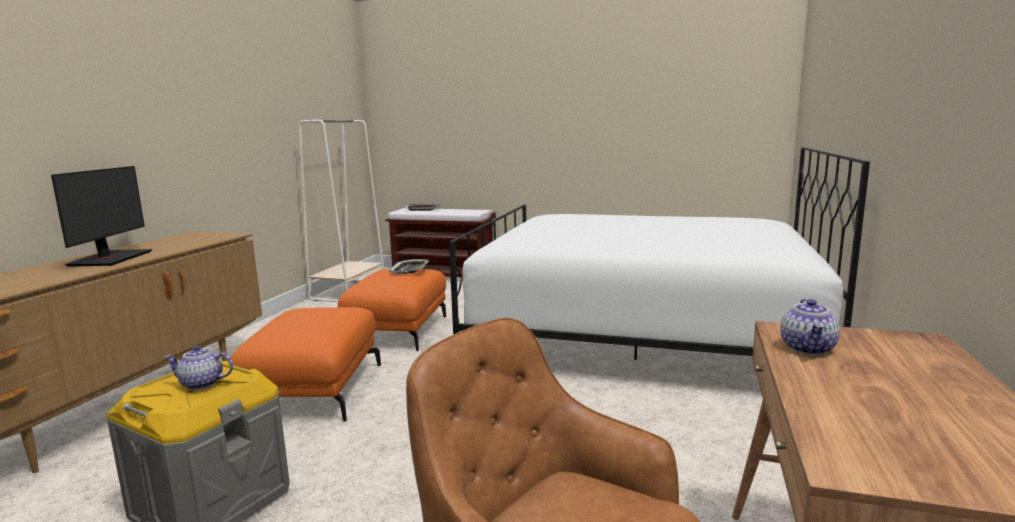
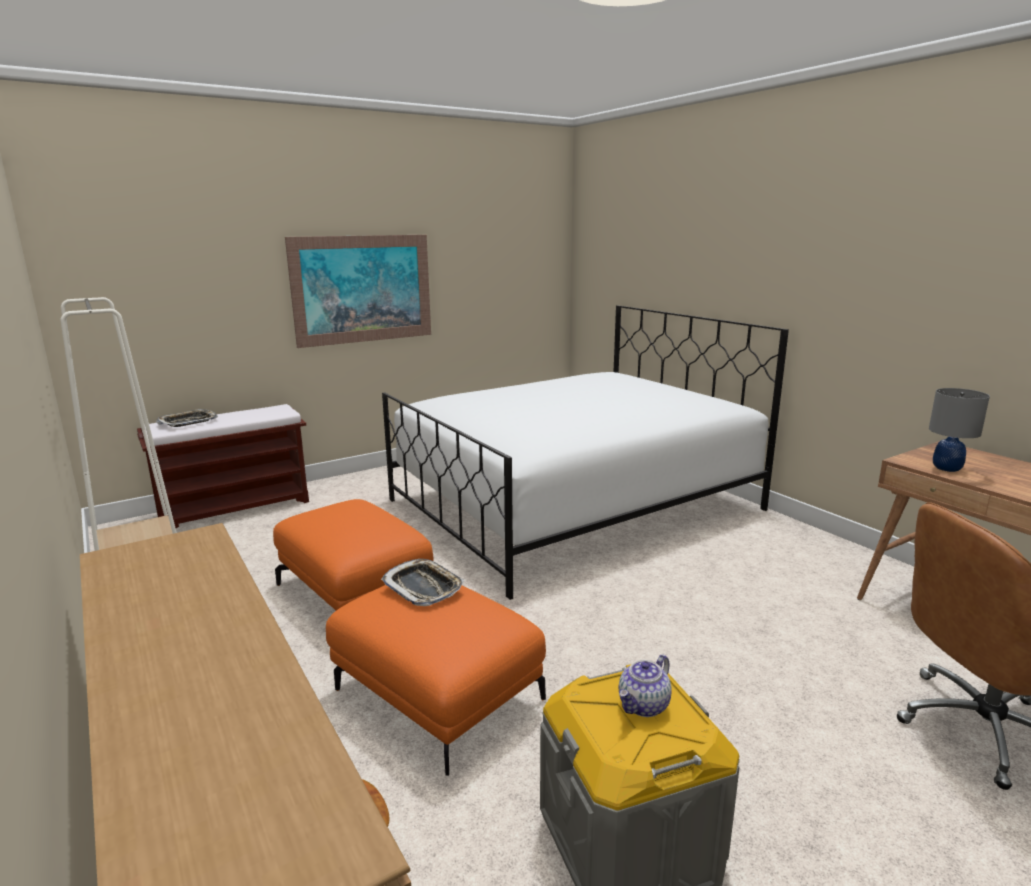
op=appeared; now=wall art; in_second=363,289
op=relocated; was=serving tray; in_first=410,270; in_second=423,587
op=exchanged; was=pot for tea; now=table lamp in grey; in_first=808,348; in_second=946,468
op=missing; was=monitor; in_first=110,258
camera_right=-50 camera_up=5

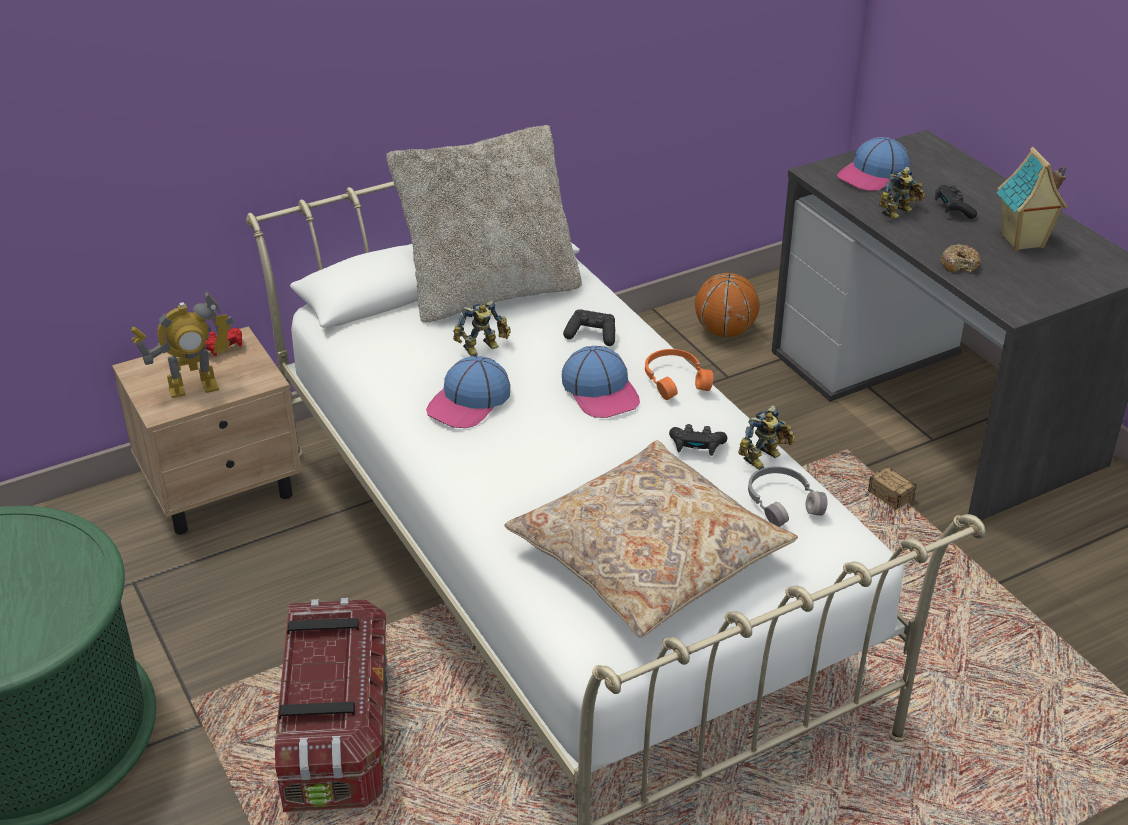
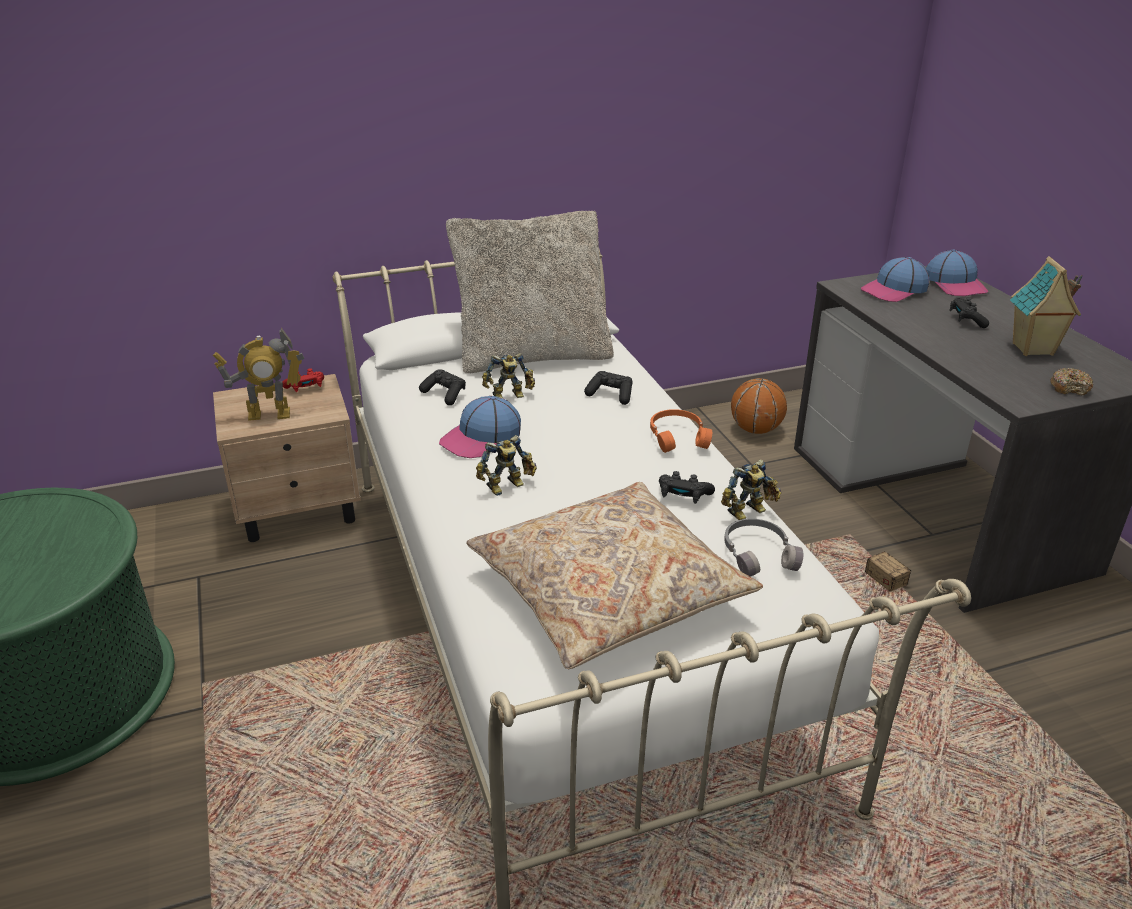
op=appeared; now=joypad in black-coloured; in_second=444,394
op=relocated; was=toy robot; in_first=899,213; in_second=507,487
op=relocated; was=baseball cap; in_first=601,392; in_second=955,284
op=relocated; was=donut; in_first=959,265; in_second=1069,388
op=missing; was=storage container; in_first=337,734
camera_right=10 camera_up=-5

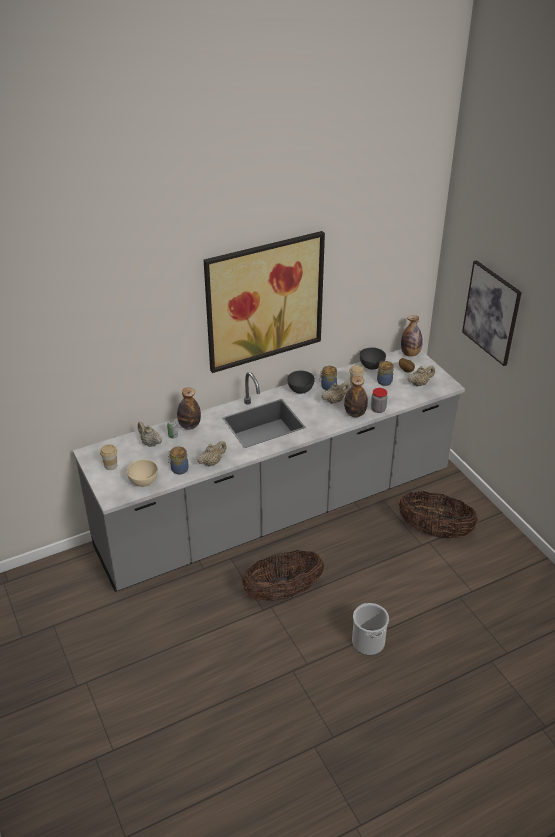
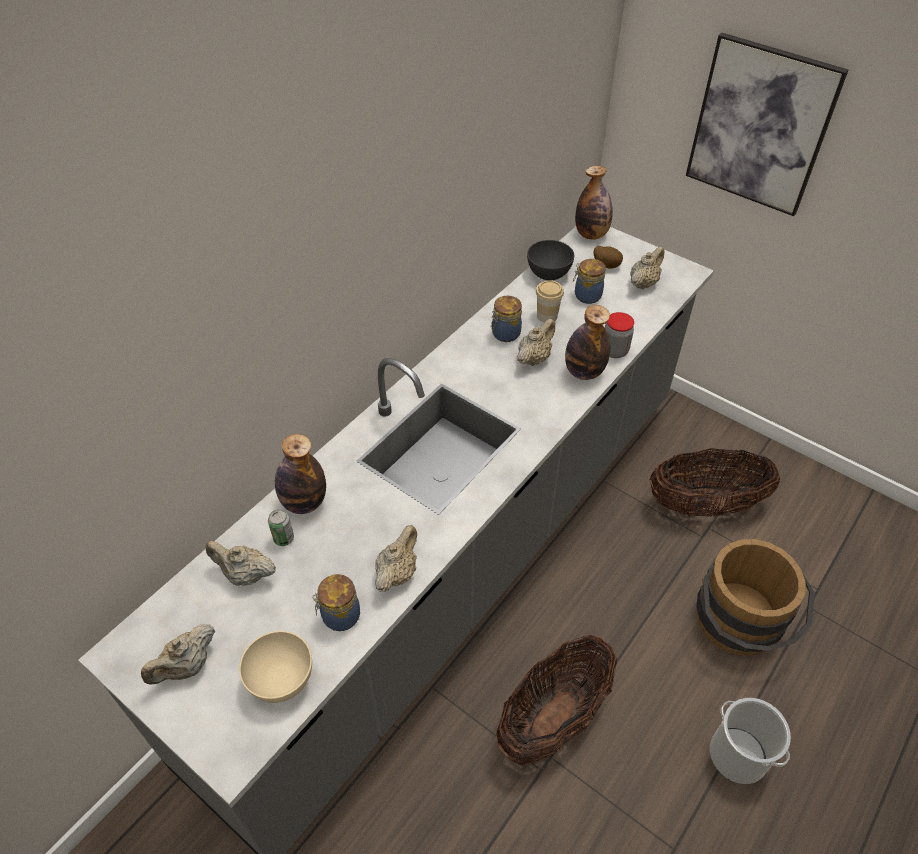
op=exchanged; was=small cup; now=pot for tea in beige-coloured; in_first=110,465; in_second=187,667
op=appeared; now=pail in brown; in_second=737,627
op=missing; was=wall art; in_first=264,301
op=missing; was=serving bowl in grey; in_first=300,390
camera_right=-25 camera_up=10

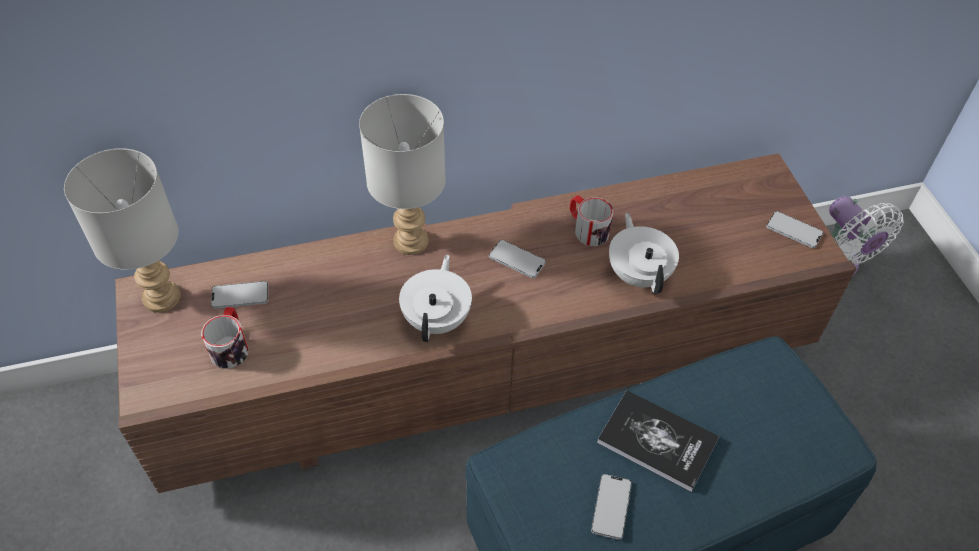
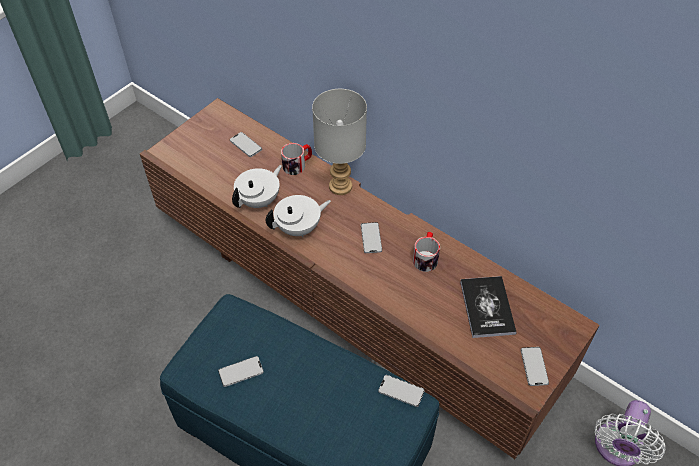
op=relocated; was=pot for tea in whitish; in_first=639,274; in_second=259,200
op=relocated; was=tea mug; in_first=231,345; in_second=297,164
op=appeared; now=phone; in_second=401,391
op=relocated; was=book; in_first=657,441; in_second=487,307
op=missing; was=table lamp in grey; in_first=160,298
camera_right=55 camera_up=0

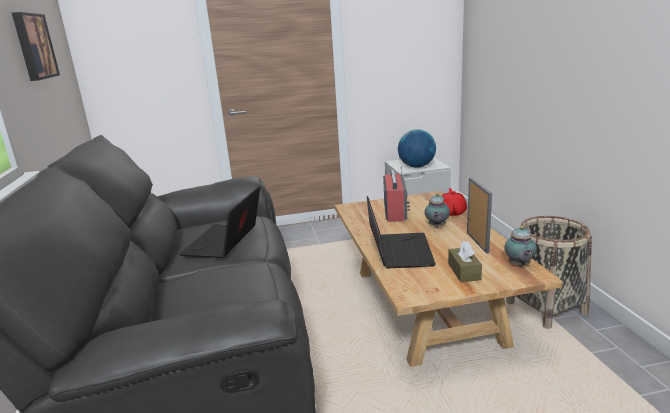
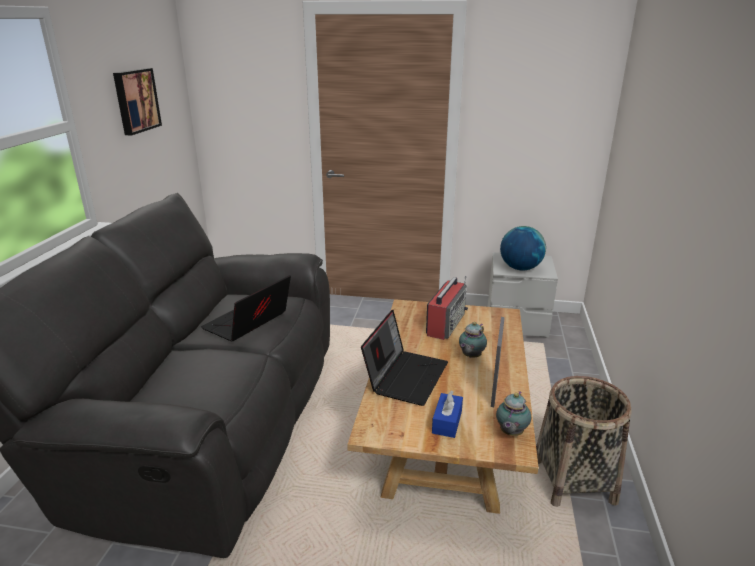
op=colour; was=box of tissues in brown; now=box of tissues in blue; in_first=464,271; in_second=447,422
op=missing; was=pot for tea in red; in_first=452,212
camera_right=20 camera_up=5

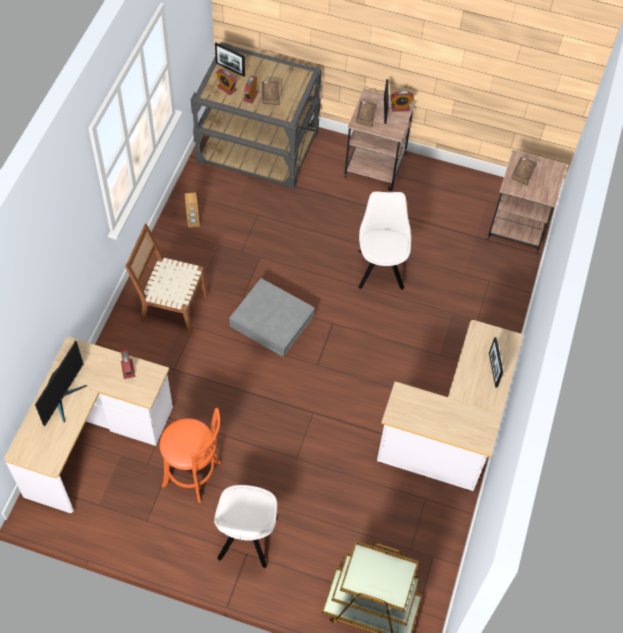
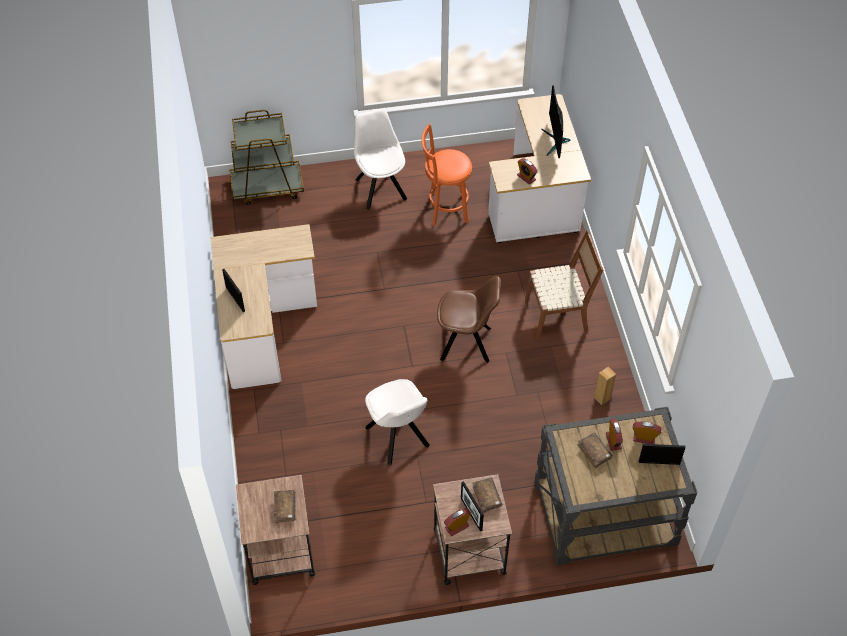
op=exchanged; was=storage container in grey; now=chair in brown; in_first=271,321; in_second=466,343
camera_right=155 camera_up=-5

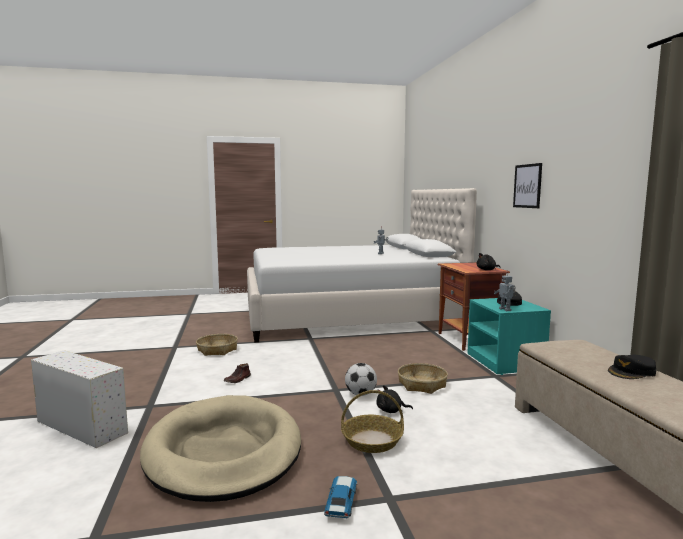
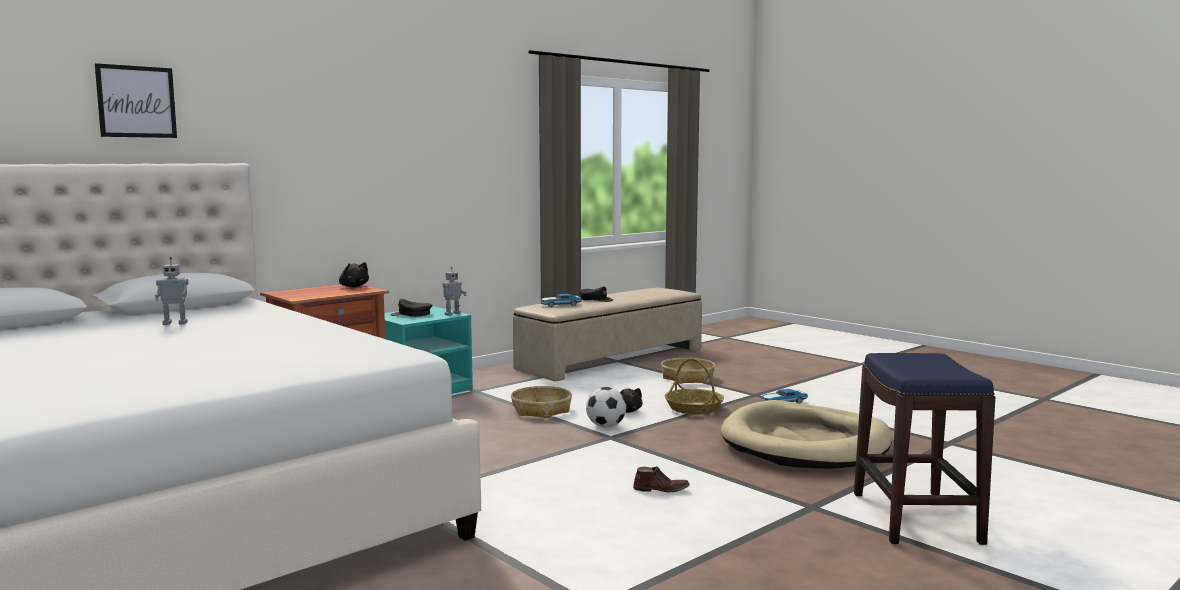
op=relocated; was=wall art; in_first=527,186; in_second=136,101
op=appeared; now=model car; in_second=560,305
op=relocated; was=household basket; in_first=217,350; in_second=687,378
op=exchanged; was=storage container in whitish; now=sitting stool; in_first=80,426; in_second=916,518
camera_right=-120 camera_up=0

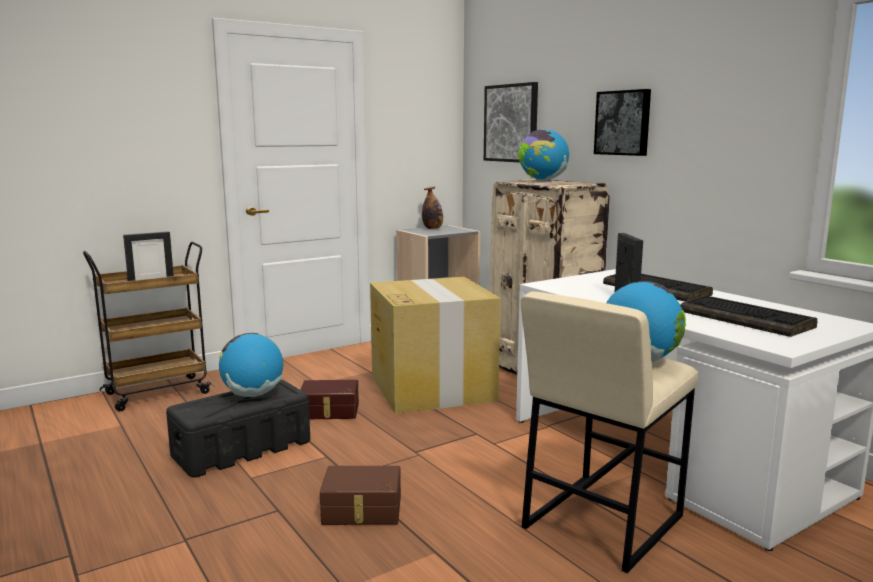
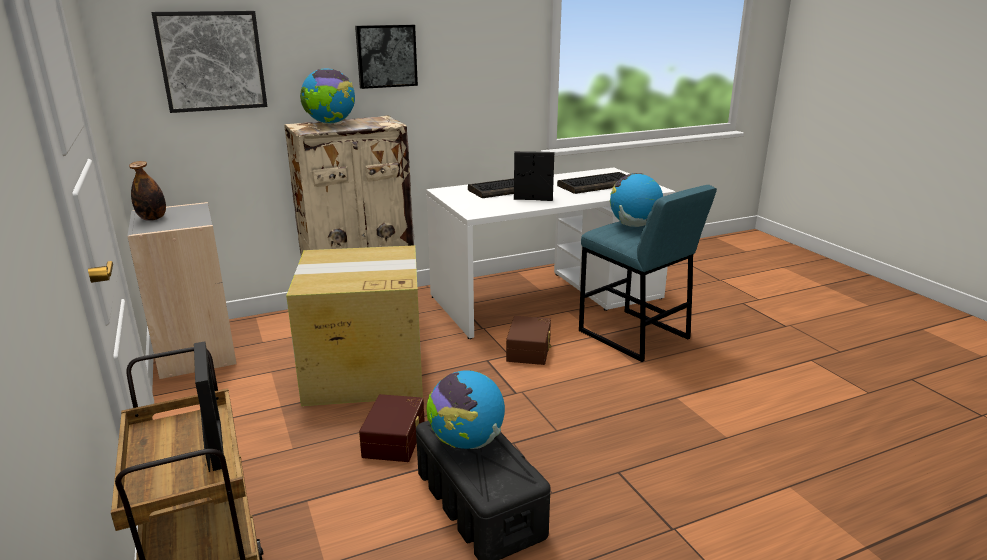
op=relocated; was=storage container in brown; in_first=362,511; in_second=530,350
op=colour; was=sitting stool in beige-coloured; now=sitting stool in blue; in_first=601,523; in_second=636,335
camera_right=-80 camera_up=10

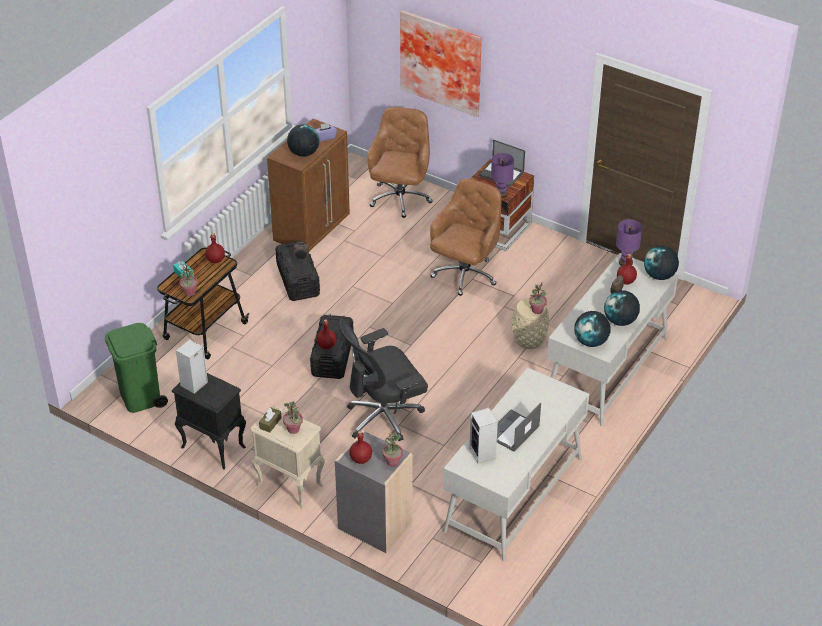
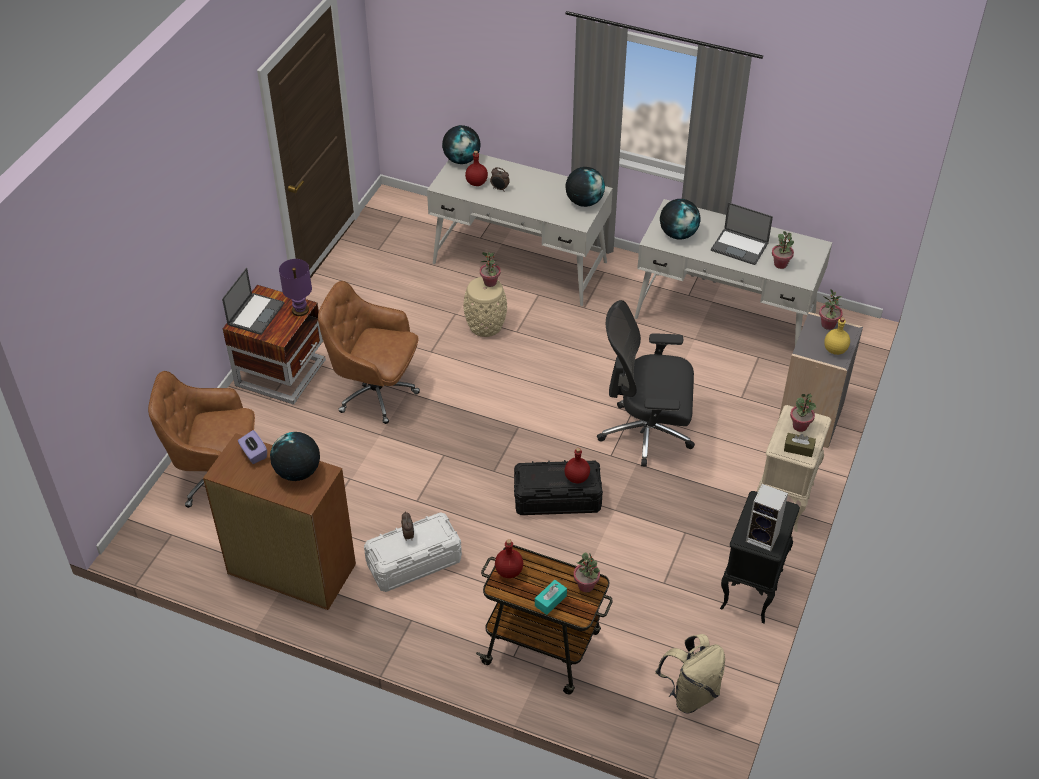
op=colour; was=storage container in black-coloured; now=storage container in whitish; in_first=298,280; in_second=414,562
op=spun; was=desk chair; in_first=384,417; in_second=647,433; clockwise=135
op=exchanged; was=waste bin in greenish; now=rucksack in beige-coloured; in_first=141,397; in_second=690,693
op=relocated; was=globe; in_first=620,321; in_second=678,234
op=exchanged; was=loudspeaker; now=houseplant; in_first=483,454; in_second=780,264
op=colour; was=bottle in red; now=bottle in yellow-coloured; in_first=360,459; in_second=835,350
op=missing; was=wall art; in_first=442,61
op=missing; was=table lamp in purple; in_first=625,262
camera_right=-100 camera_up=5

